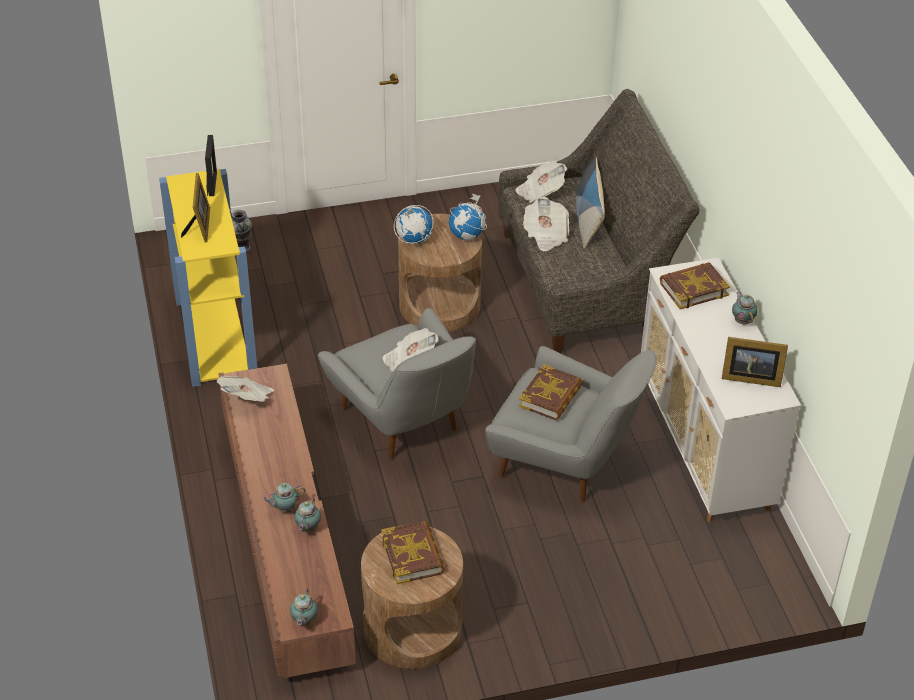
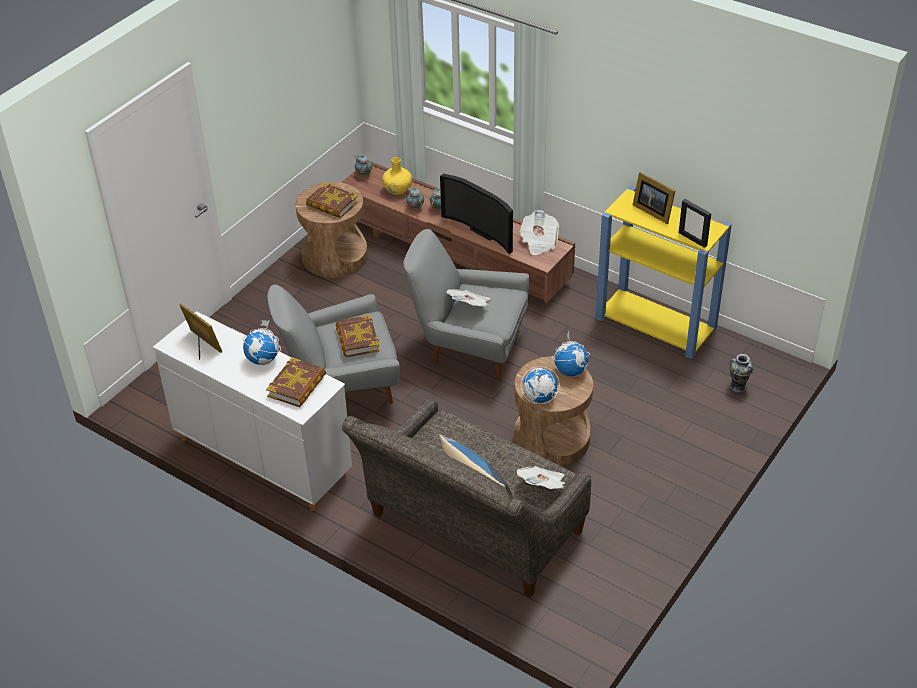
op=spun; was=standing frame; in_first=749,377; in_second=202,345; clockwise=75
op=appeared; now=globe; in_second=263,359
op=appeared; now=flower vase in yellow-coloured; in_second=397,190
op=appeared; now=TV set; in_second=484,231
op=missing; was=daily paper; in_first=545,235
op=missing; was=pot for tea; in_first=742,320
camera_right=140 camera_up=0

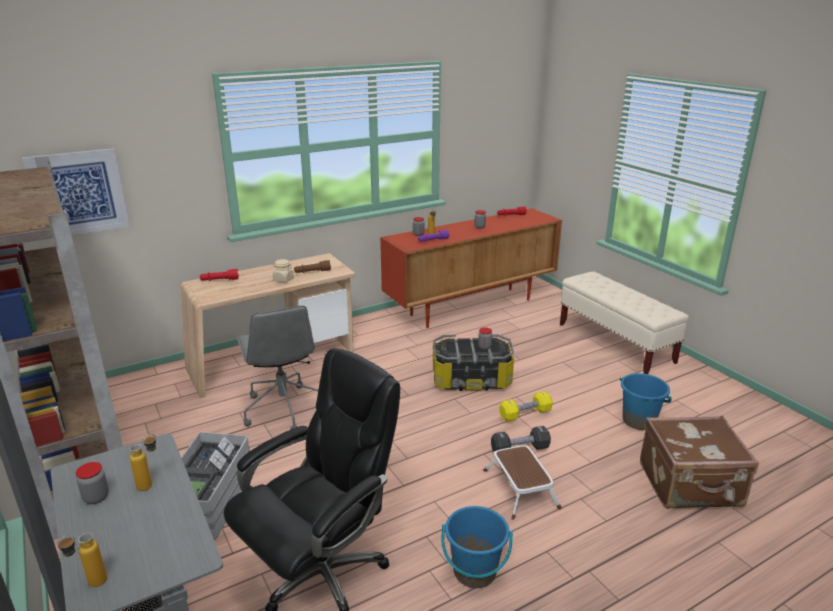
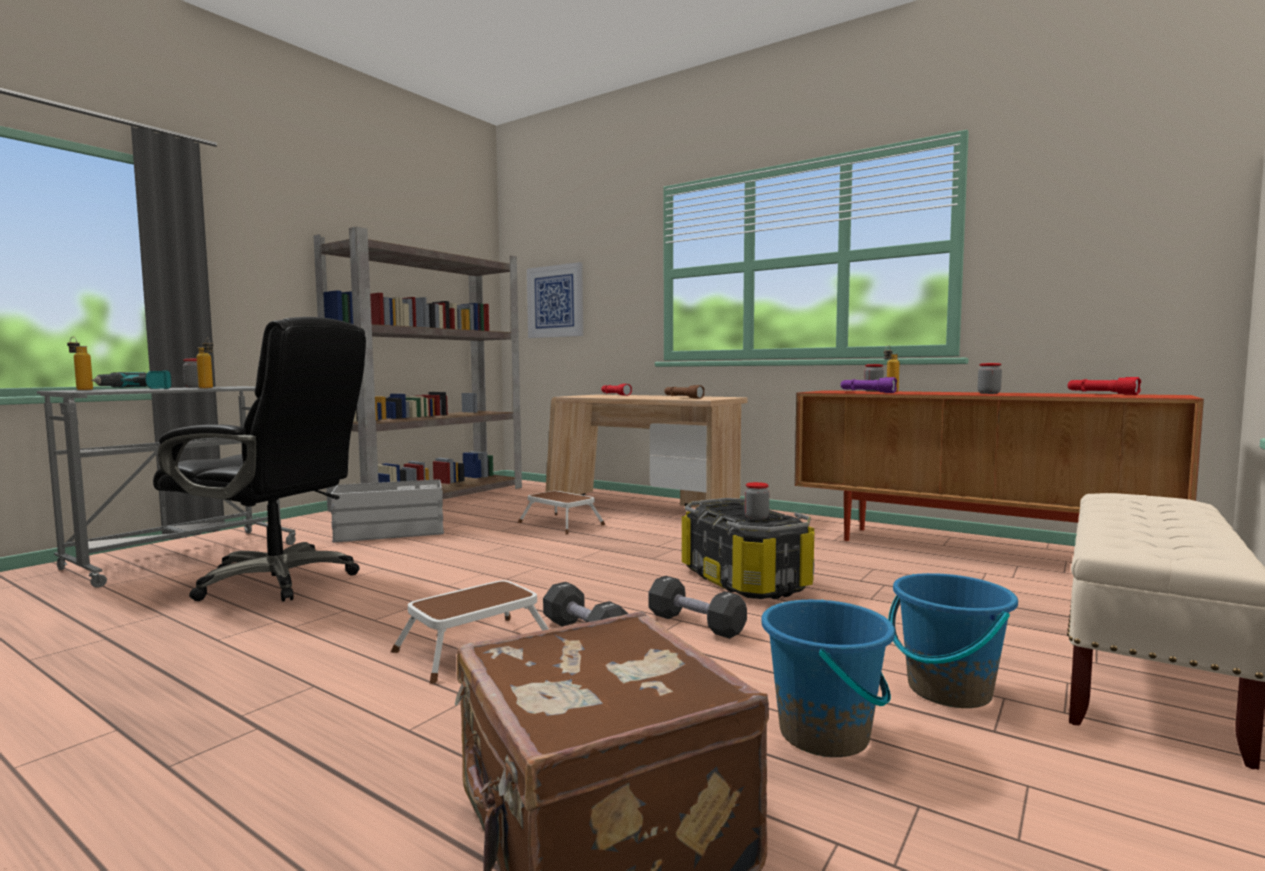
op=appeared; now=electric drill; in_second=136,389
op=exchanged; was=desk chair in grey; now=stepladder in brown; in_first=283,407; in_second=561,524
op=colour; was=dumbbell in yellow-coloured; now=dumbbell in black-coloured; in_first=525,414; in_second=695,624
op=relocated; was=pail in blue; in_first=474,572; in_second=948,690
op=missing; was=storage jar in beige-coloured; in_first=283,279
camera_right=65 camera_up=-20

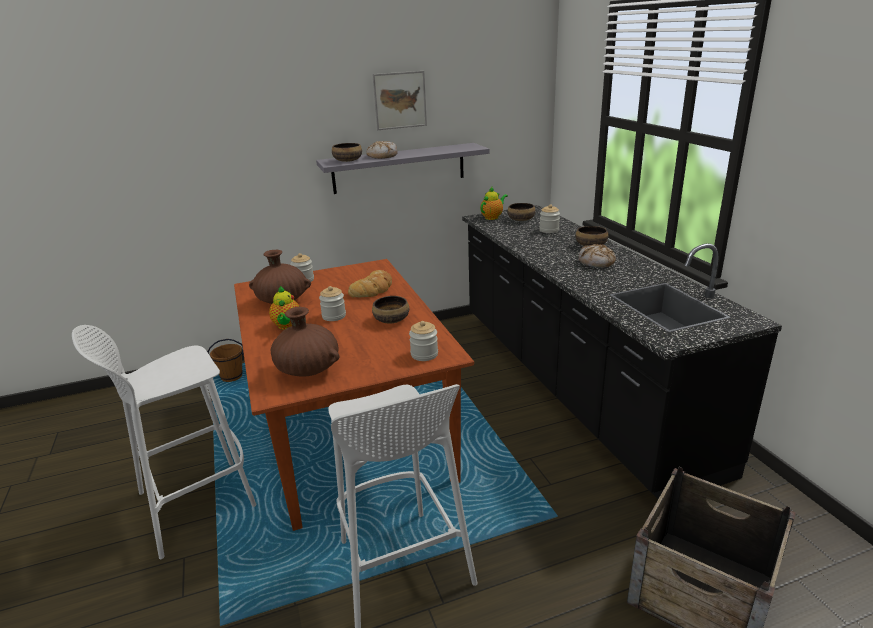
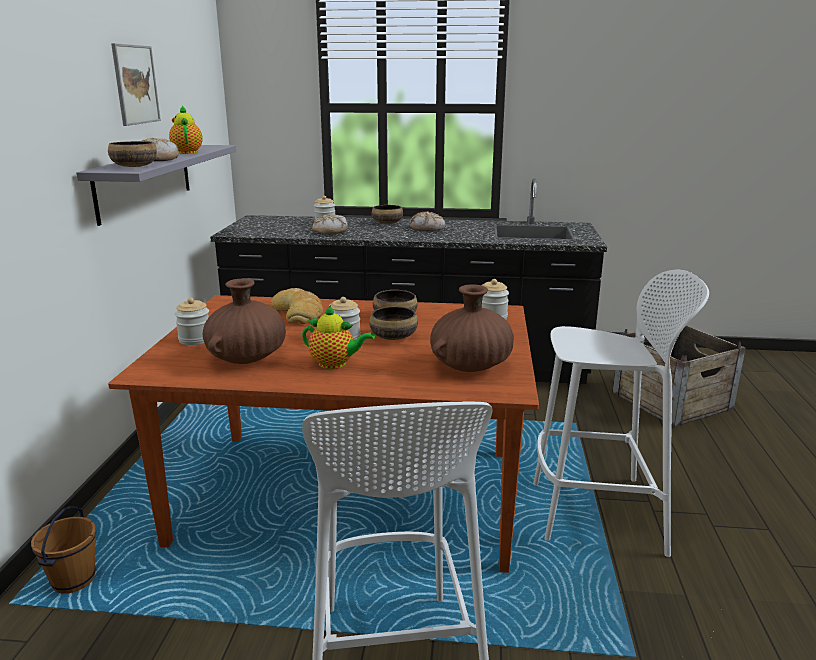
op=relocated; was=pot for tea; in_first=492,217; in_second=187,152
op=appeared; now=baked bread; in_second=330,231
op=relocated; was=serving bowl; in_first=521,219; in_second=394,336
camera_right=-65 camera_up=-5

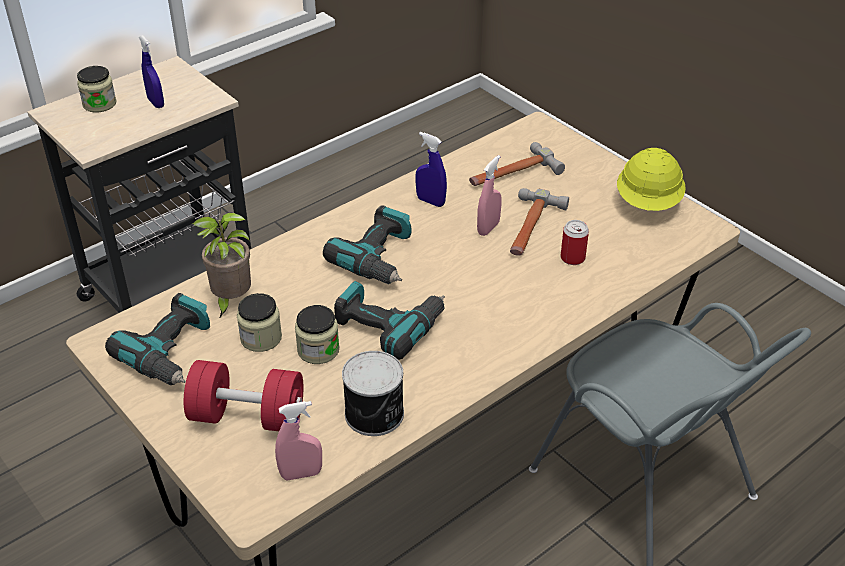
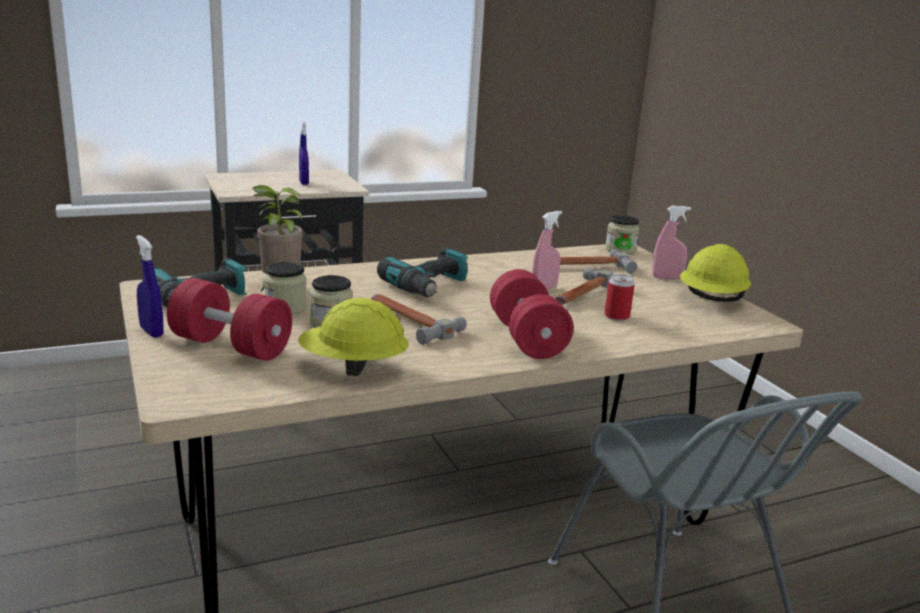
op=relocated; was=sprayer in blue; in_first=430,201; in_second=151,332
op=exchanged; was=metal can; now=safety helmet in yellow-coloured; in_first=375,414; in_second=353,368
op=exchanged; was=electric drill; now=hammer; in_first=389,324; in_second=409,321
op=appeared; now=dumbbell in red; in_second=527,338
op=relocated; was=storage jar; in_first=99,104; in_second=620,250
op=relocated; was=sprayer in pinkish; in_first=301,474; in_second=666,278
camera_right=15 camera_up=-20

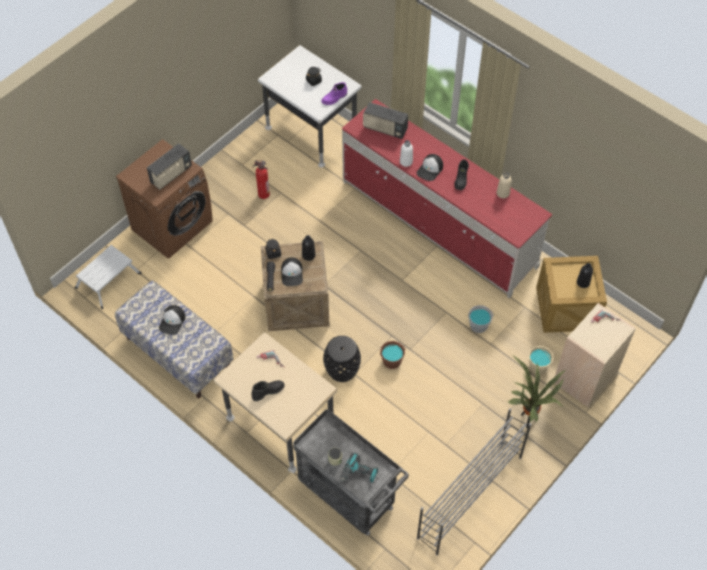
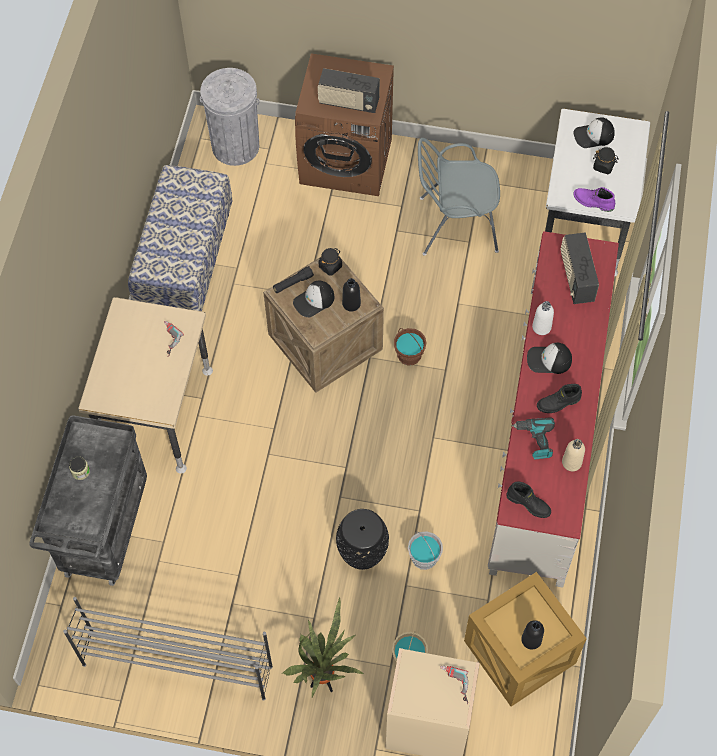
op=exchanged; was=stepladder in whitish; now=waste bin in grey; in_first=108,280; in_second=235,146
op=relocated; was=sitting stool in black-coloured; in_first=342,370; in_second=362,551
op=relocated; was=pail in brown; in_first=392,361; in_second=409,355
op=exchanged; was=extinguisher; now=chair in grey; in_first=263,194; in_second=454,225
op=relocated; was=tall boot in black-coloured; in_first=268,391; in_second=529,503
op=relocated; was=electric drill; in_first=359,473; in_second=535,440
op=relocated; was=baseball cap; in_first=172,321; in_second=593,136
camera_right=60 camera_up=5

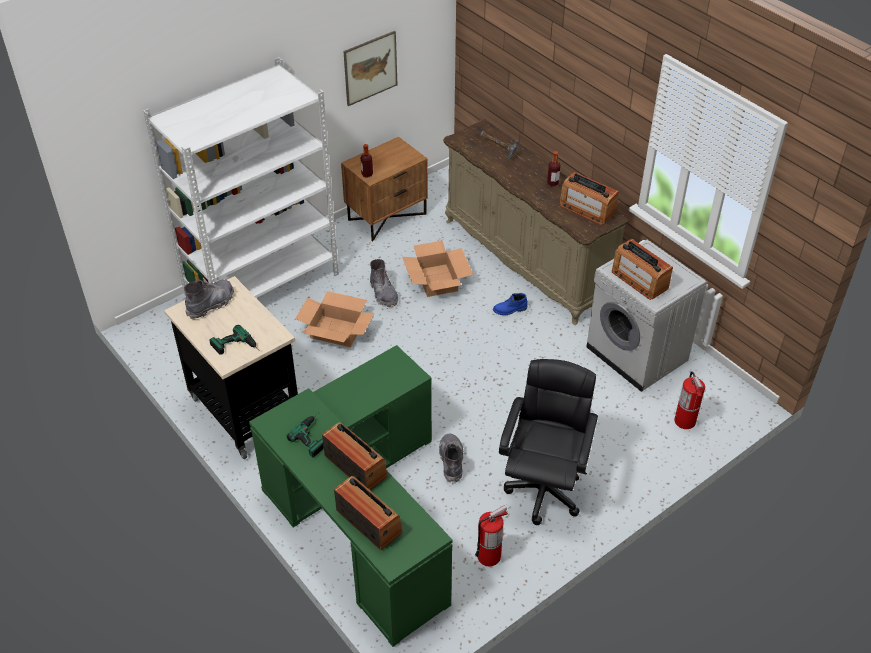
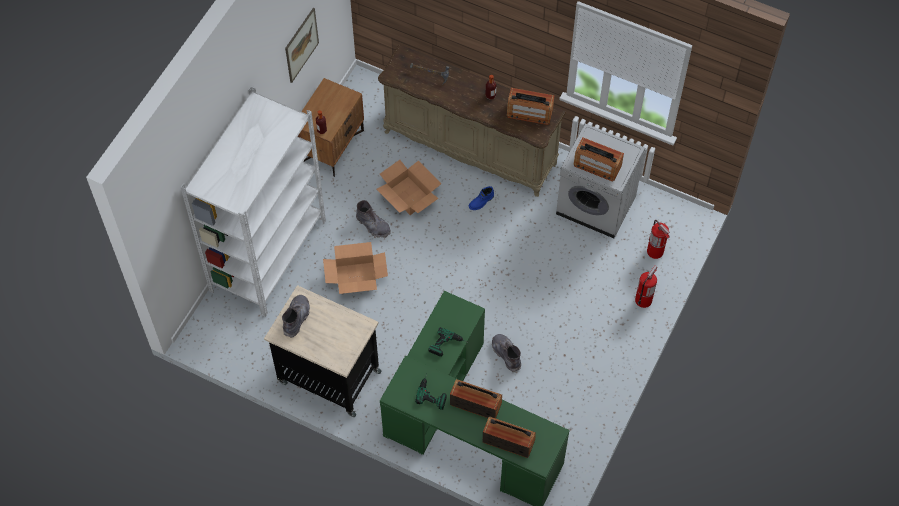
op=relocated; was=electric drill; in_first=237,348; in_second=449,346
op=relocated; was=extinguisher; in_first=489,556; in_second=643,300
op=missing; was=desk chair in black-coloured; in_first=543,489
camera_right=-25 camera_up=15

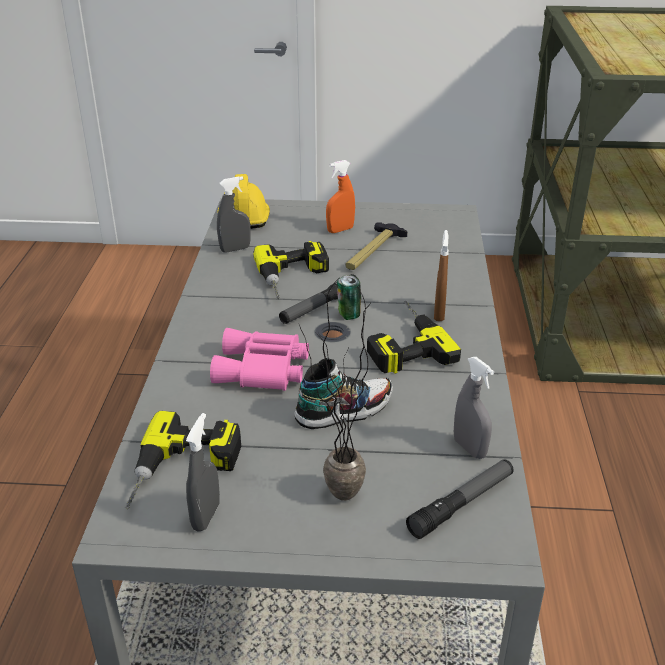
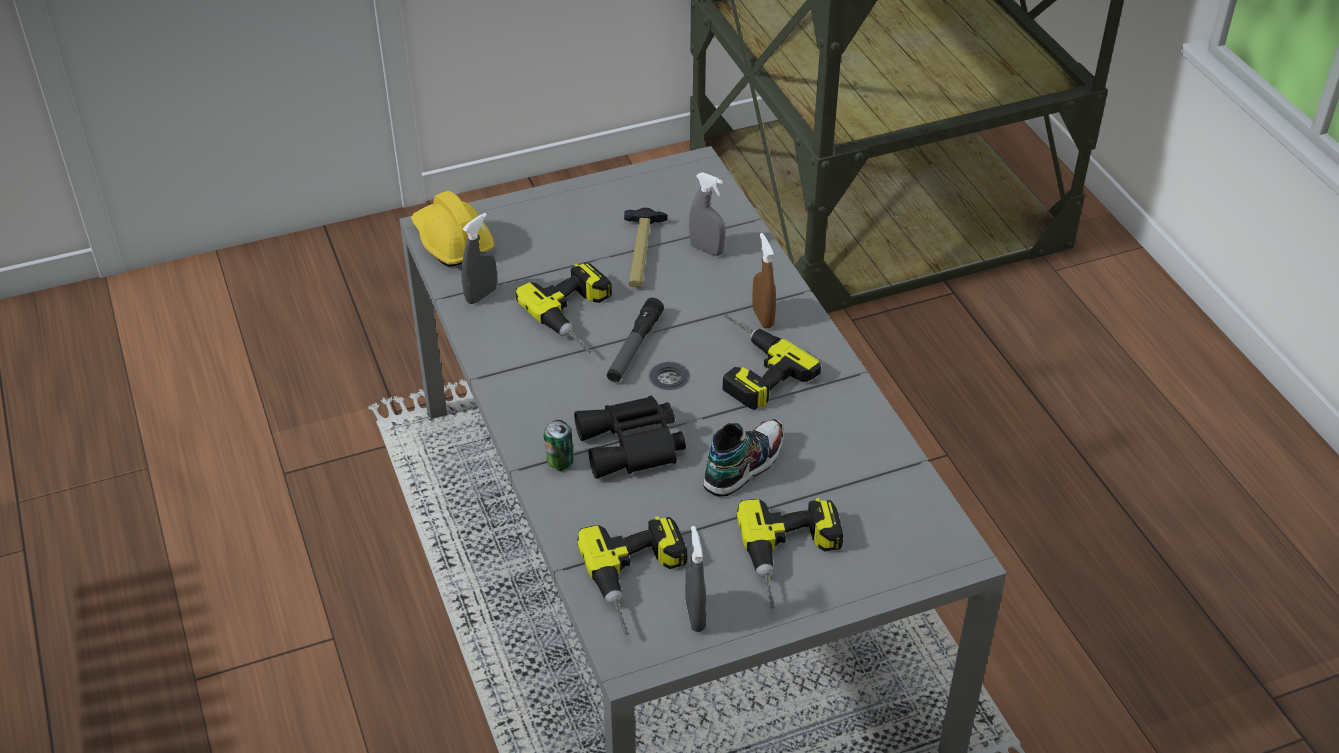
op=relocated; was=metal can; in_first=348,315; in_second=559,463
op=colour; was=pair of binoculars in pinkish; now=pair of binoculars in black-coloured; in_first=263,370; in_second=633,446
op=relocated; was=sprayer in grey; in_first=469,448; in_second=706,249
op=exchanged; was=houseplant; now=electric drill; in_first=333,500; in_second=794,559
op=missing; was=sprayer in orange; in_first=340,230
op=missing; was=torch; in_first=462,504
camera_right=-25 camera_up=10

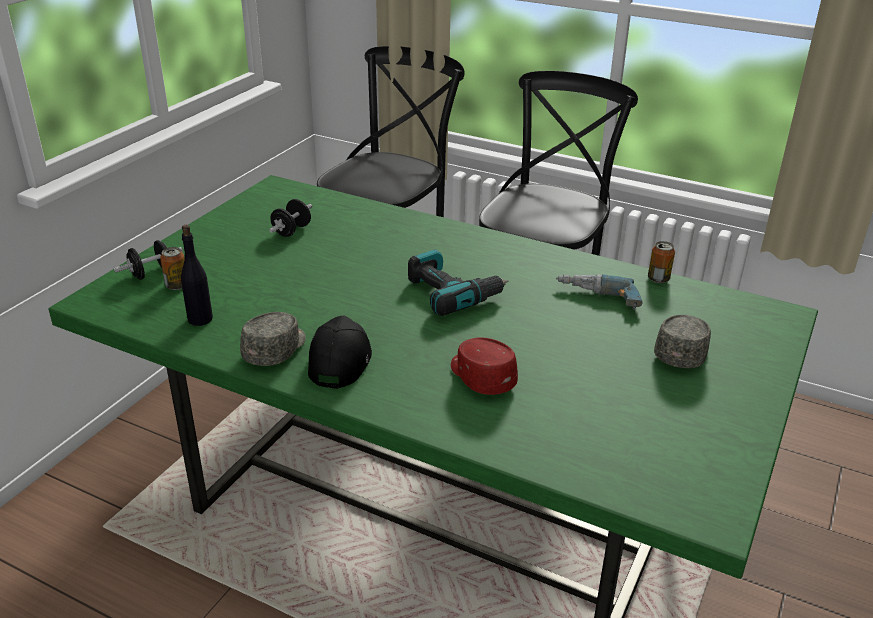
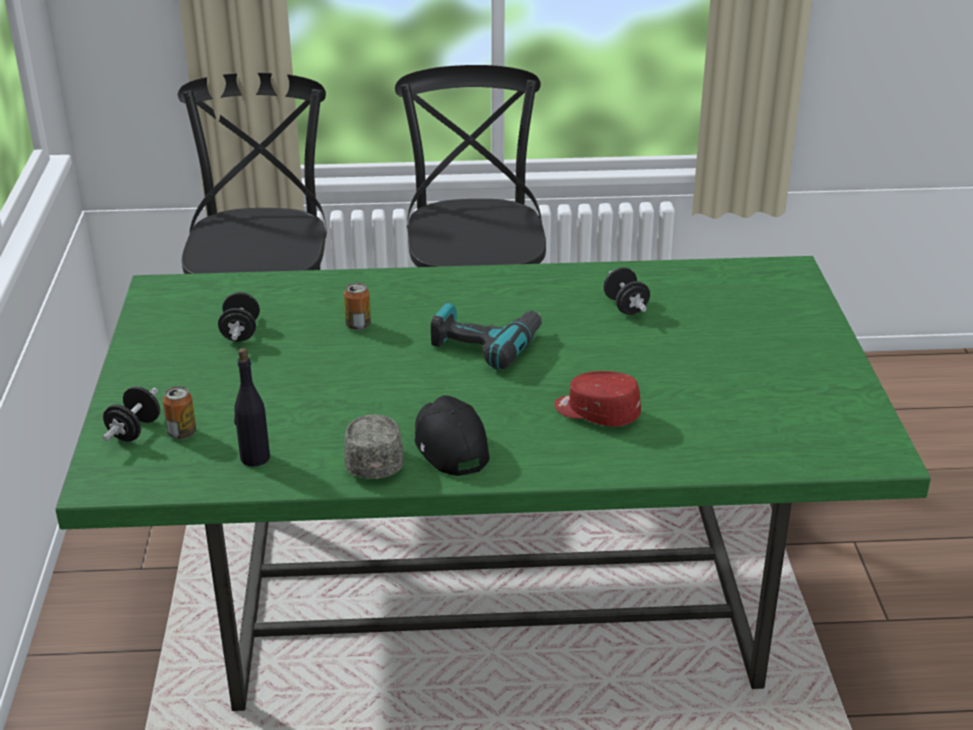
op=relocated; was=metal can; in_first=658,279; in_second=358,325
op=exchanged; was=electric drill; now=dumbbell in black-coloured; in_first=597,299; in_second=625,306
op=missing; was=baseball cap in grey; in_first=682,352
camera_right=-30 camera_up=0

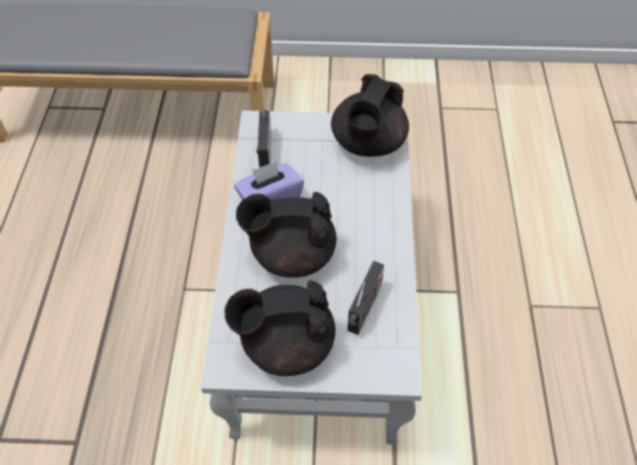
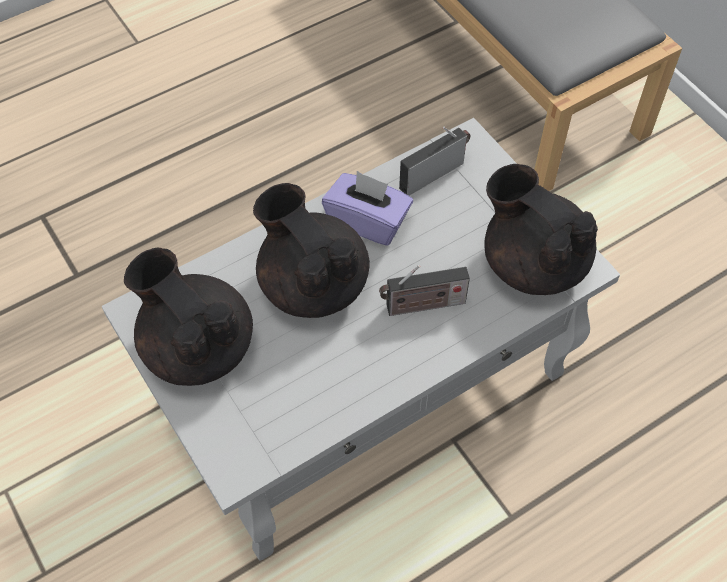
op=relocated; was=radio set; in_first=364,310; in_second=422,305
op=spun; was=pot for tea in black-coloured; in_first=368,144; in_second=532,263; clockwise=60
camera_right=55 camera_up=5

